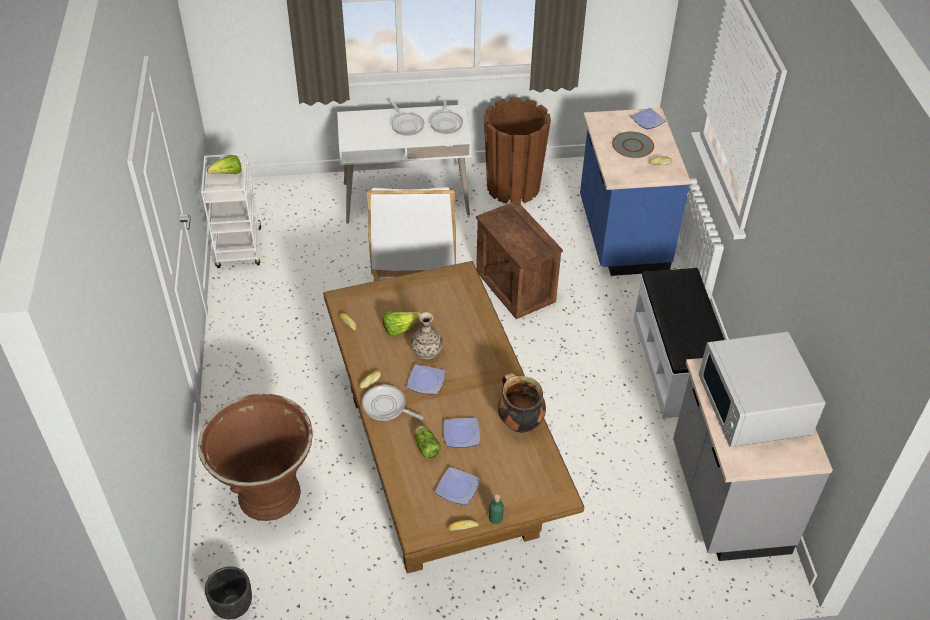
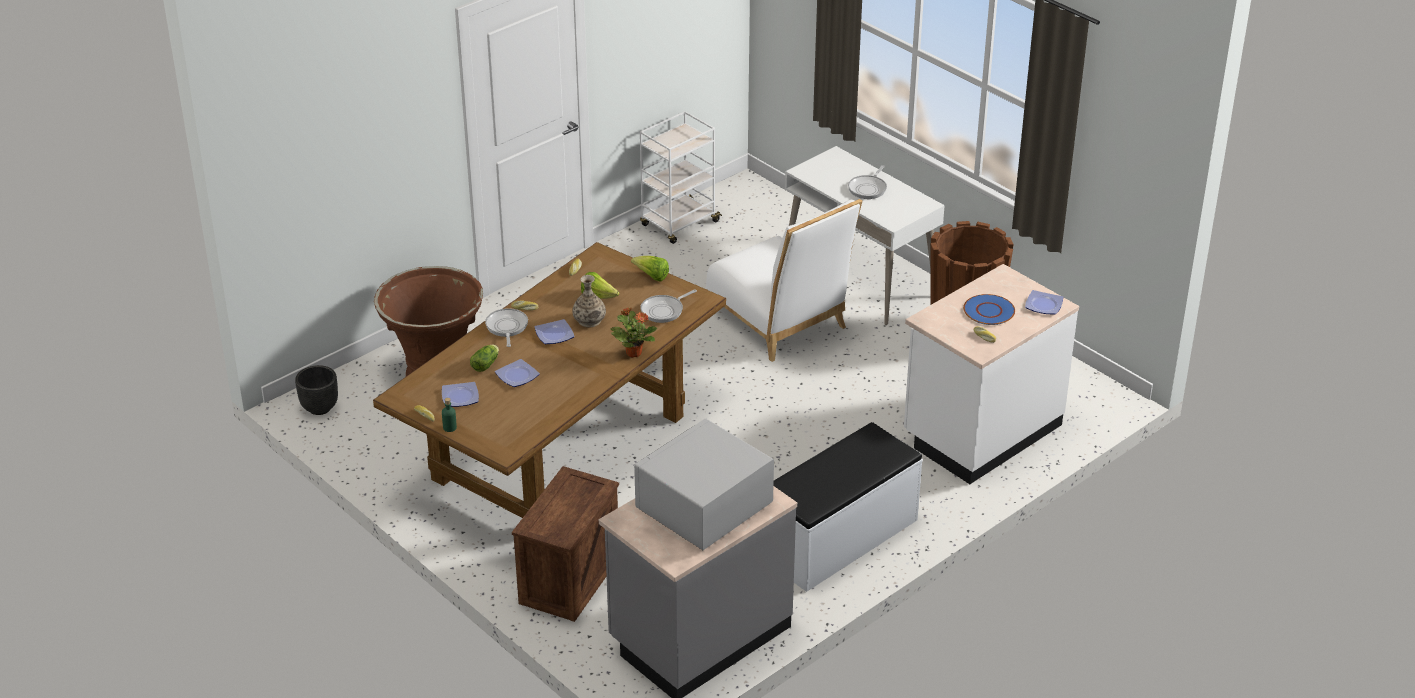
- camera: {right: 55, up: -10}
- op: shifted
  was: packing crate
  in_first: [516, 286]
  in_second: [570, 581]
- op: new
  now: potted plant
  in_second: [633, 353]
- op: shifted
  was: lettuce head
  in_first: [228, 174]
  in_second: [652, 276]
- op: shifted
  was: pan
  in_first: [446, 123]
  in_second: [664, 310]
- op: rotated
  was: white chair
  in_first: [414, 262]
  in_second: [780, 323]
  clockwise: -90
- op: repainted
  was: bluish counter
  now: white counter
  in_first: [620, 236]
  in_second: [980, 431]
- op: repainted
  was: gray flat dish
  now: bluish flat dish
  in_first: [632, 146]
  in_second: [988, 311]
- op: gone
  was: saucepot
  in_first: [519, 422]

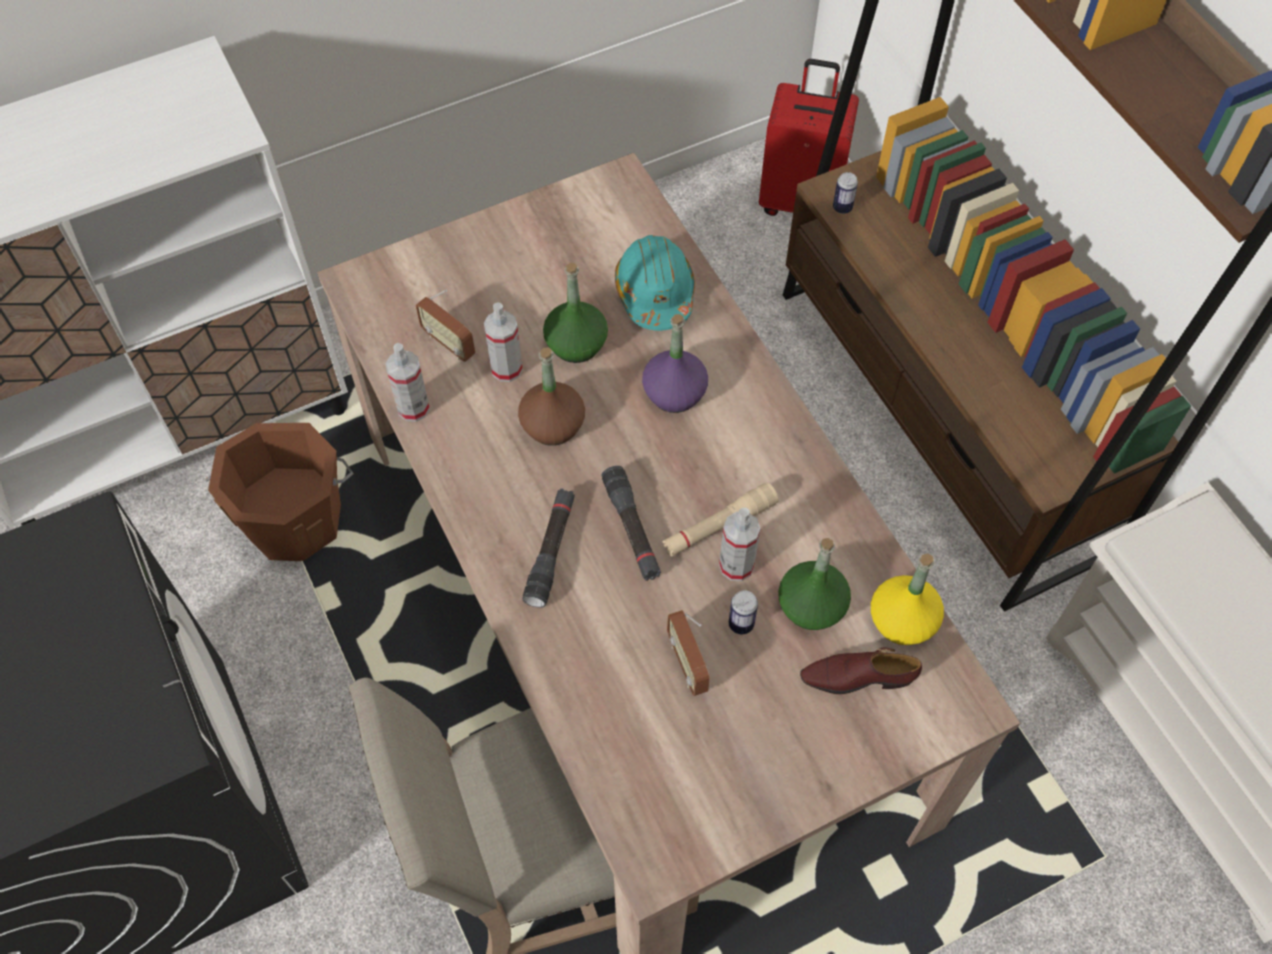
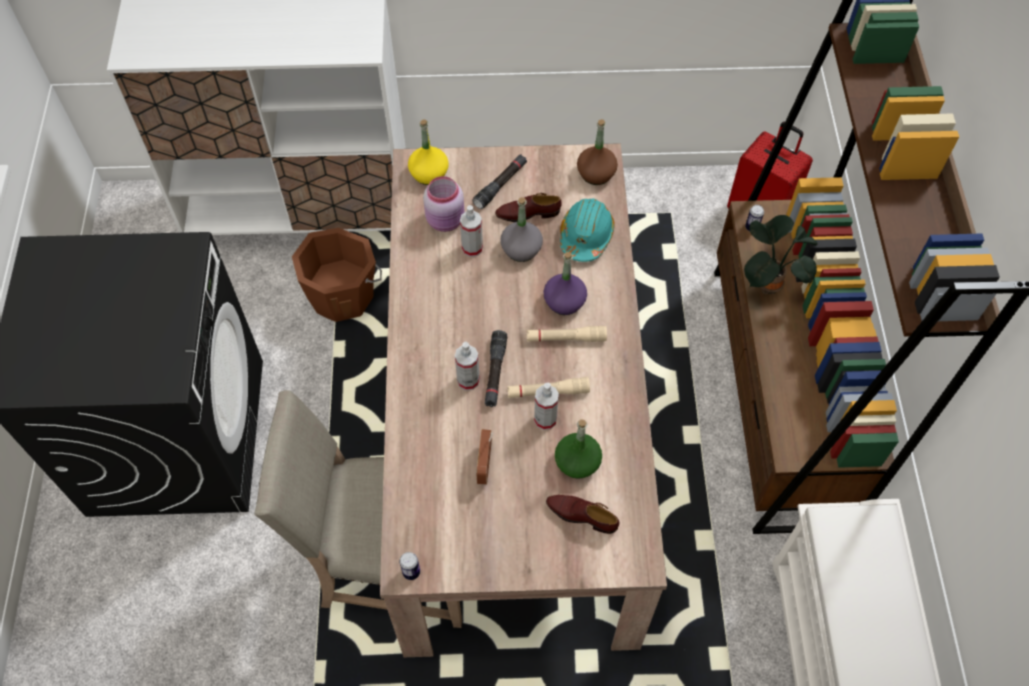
- camera: {right: 25, up: 0}
- op: shifted
  was: metal can
  in_first: [741, 624]
  in_second: [411, 572]
- op: shifted
  was: yellow bottle
  in_first: [902, 621]
  in_second: [428, 173]
- op: swapped
  was: radio
  now: pink jar
  in_first: [449, 344]
  in_second: [446, 220]
- op: shifted
  was: spray bottle
  in_first: [413, 408]
  in_second: [468, 380]
- op: shifted
  was: black-coloured flashlight
  in_first: [551, 551]
  in_second: [500, 185]
- op: new
  now: brownish shoe
  in_second: [528, 213]
- op: repainted
  was: green bottle
  now: gray bottle
  in_first: [576, 344]
  in_second: [521, 249]
- op: new
  now: sand-coloured flashlight
  in_second: [566, 338]
- op: shifted
  was: brownish bottle
  in_first: [552, 425]
  in_second: [596, 173]
- op: new
  now: potted plant
  in_second: [767, 283]

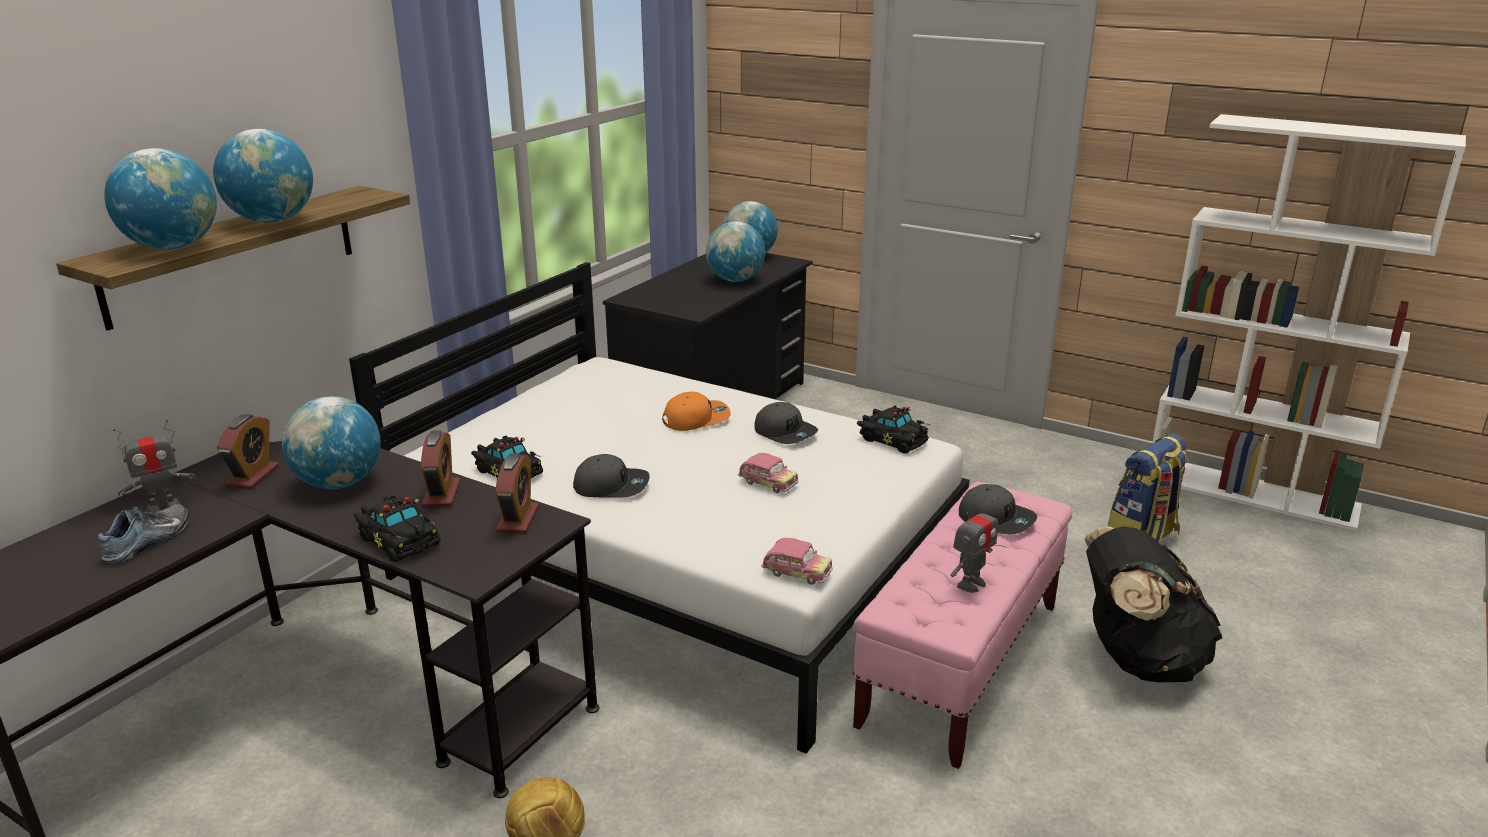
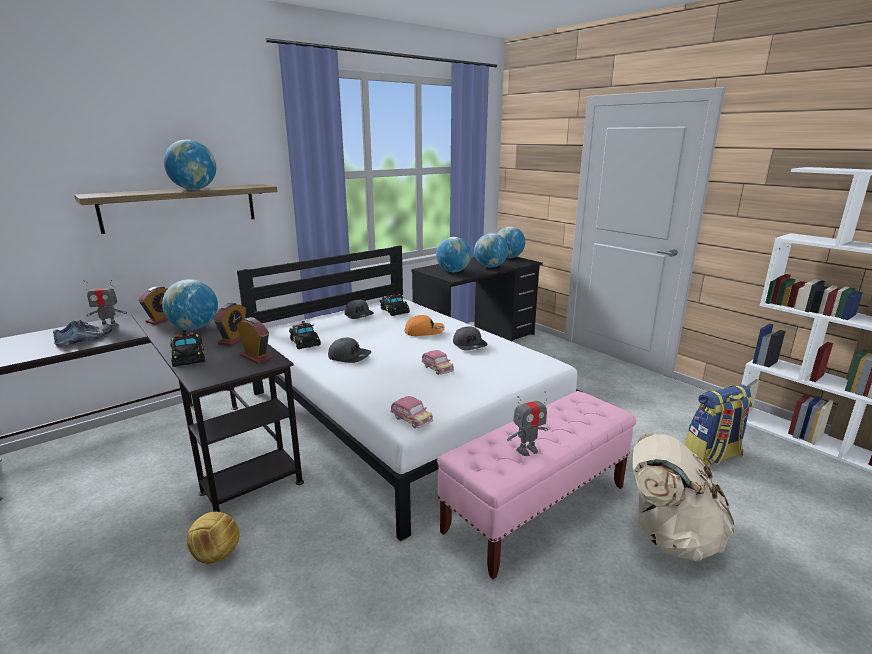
- camera: {right: 20, up: -5}
- op: rotated
  was: table clock
  in_first: [518, 519]
  in_second: [256, 357]
  clockwise: -75
- op: shifted
  was: gray cap
  in_first: [996, 519]
  in_second: [359, 315]
- op: shifted
  was: black-coloured model car
  in_first: [892, 439]
  in_second: [394, 310]
- op: shifted
  was: world globe
  in_first: [172, 248]
  in_second: [453, 271]
- op: repainted
  was: black-coloured knapsack
  now: sand-coloured knapsack
  in_first: [1137, 660]
  in_second: [669, 536]

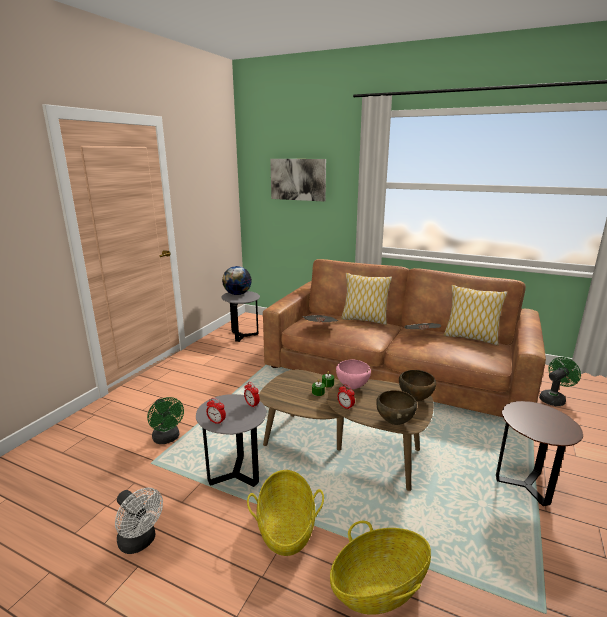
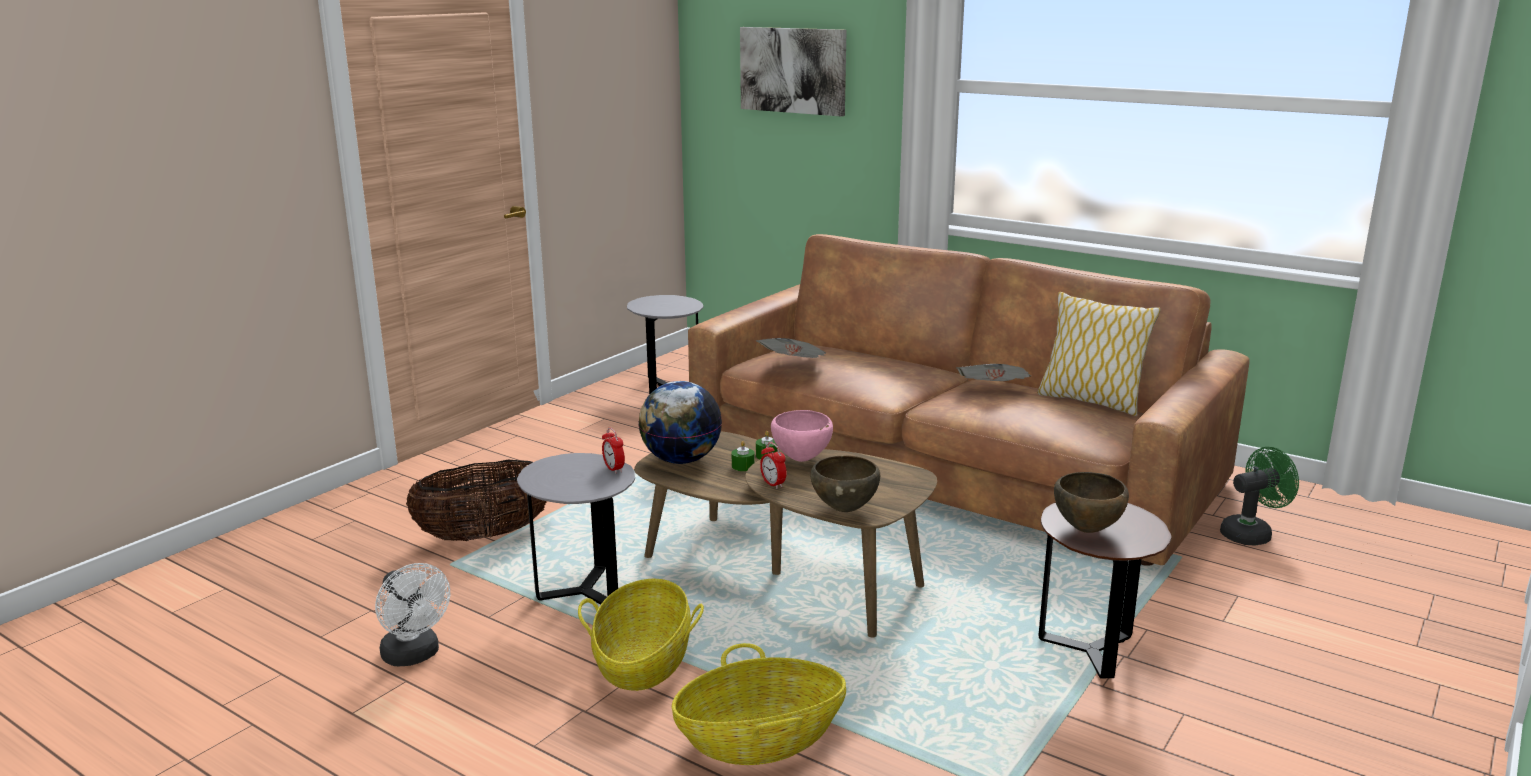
- camera: {right: 10, up: 0}
- op: swapped
  was: green cooling fan
  now: household basket
  in_first: [167, 439]
  in_second: [485, 535]
- op: shifted
  was: world globe
  in_first: [237, 294]
  in_second: [681, 460]
- op: shifted
  was: brownish bowl
  in_first: [415, 399]
  in_second: [1088, 530]
- op: gone
  was: table clock
  in_first: [216, 422]
- op: gone
  was: cushion
  in_first: [364, 320]

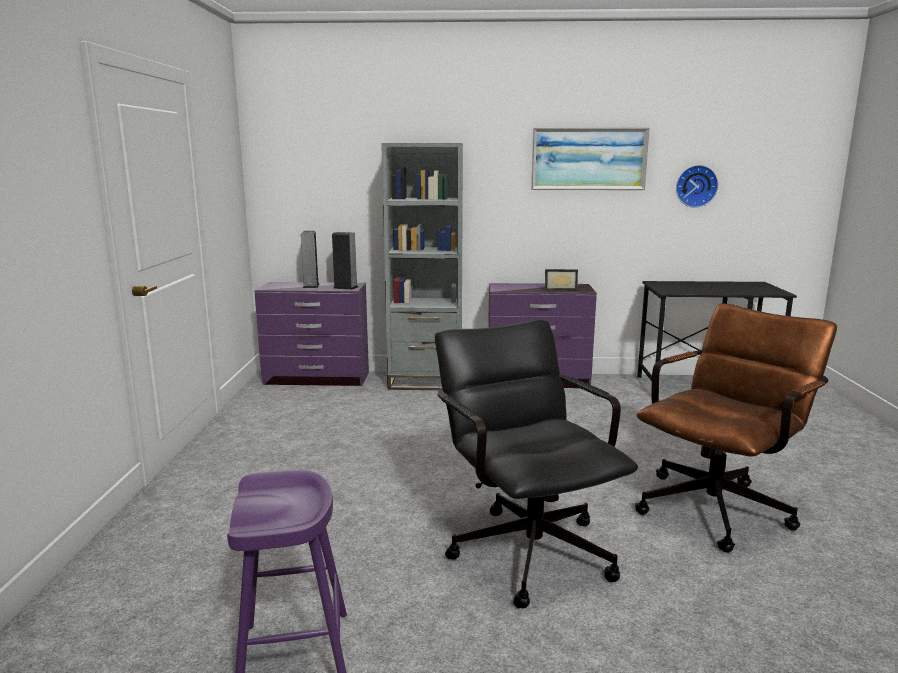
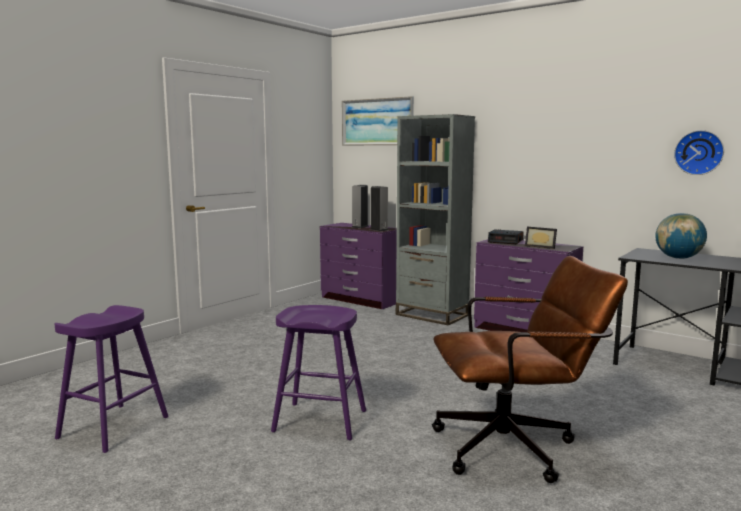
- camera: {right: 35, up: -5}
- op: swapped
  was: black-coloured computer chair
  now: purplish stool seat
  in_first: [525, 545]
  in_second: [320, 421]
- op: shifted
  was: picture
  in_first: [588, 159]
  in_second: [377, 122]
- op: new
  now: table clock
  in_second: [506, 241]
- op: new
  now: world globe
  in_second: [678, 258]

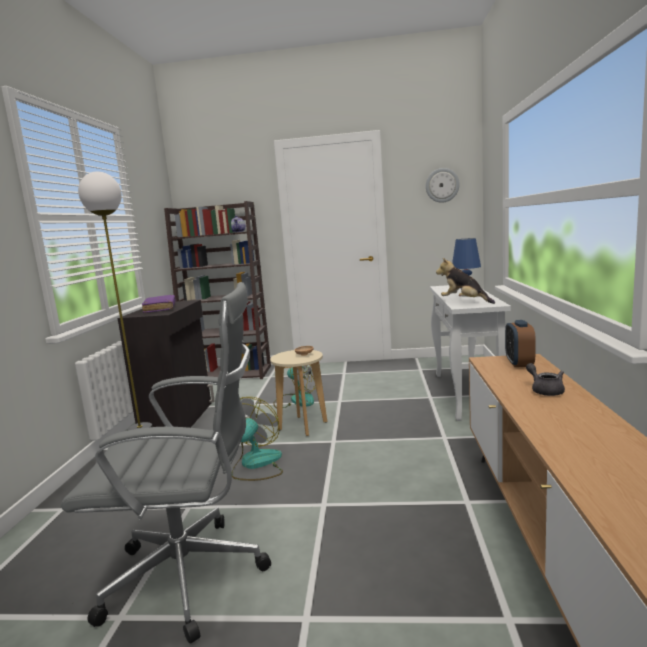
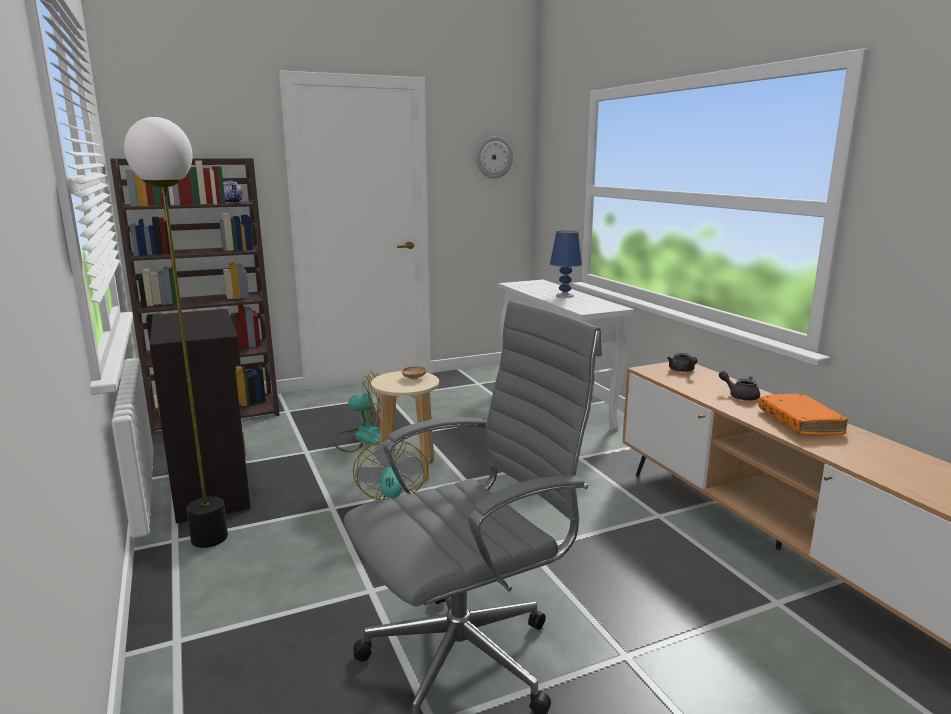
- camera: {right: -30, up: 5}
- op: swapped
  was: table clock
  now: gray pot for tea
  in_first: [519, 363]
  in_second: [682, 371]
- op: new
  now: orangey bound book
  in_second: [799, 422]
- op: gone
  was: purplish bound book
  in_first: [160, 308]
- op: gone
  was: soft toy
  in_first: [464, 302]

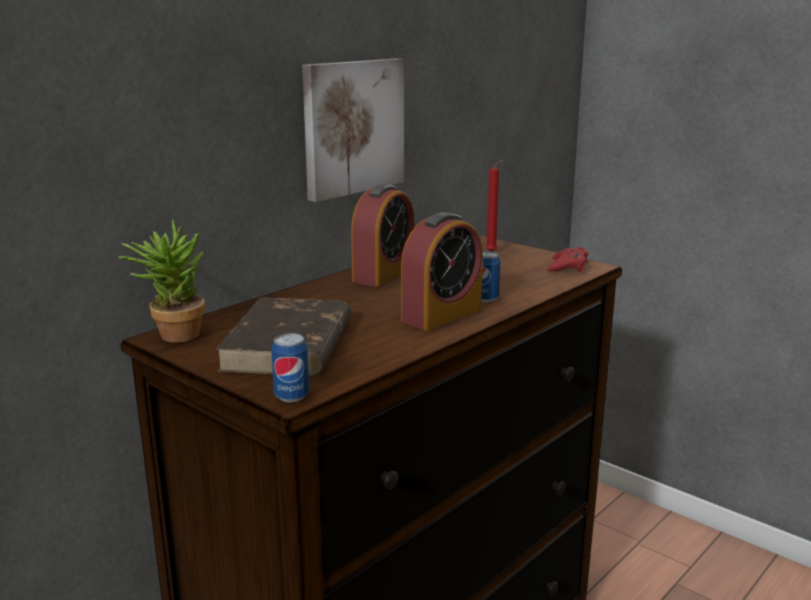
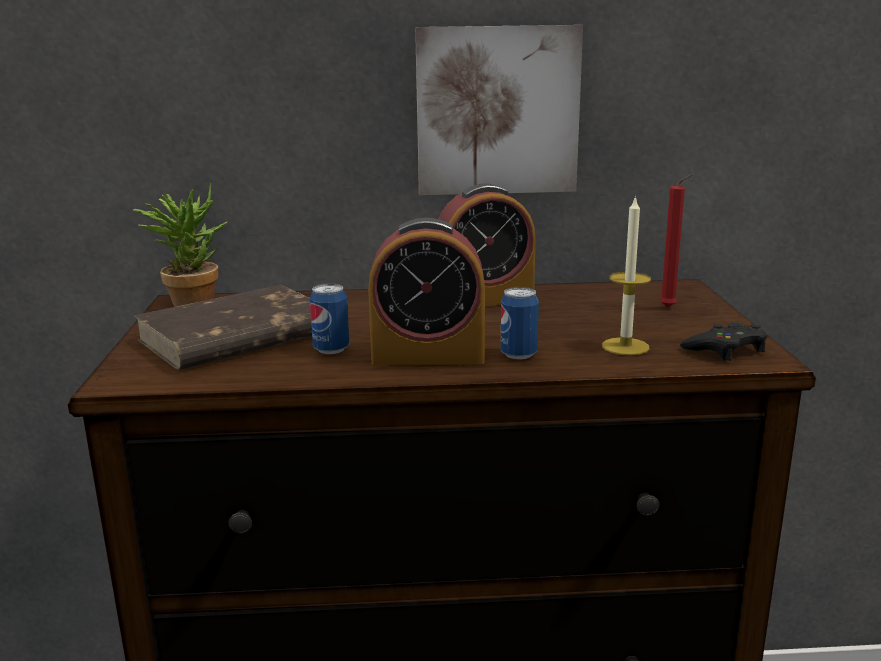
- camera: {right: 45, up: 0}
- op: shifted
  was: metal can
  in_first: [292, 396]
  in_second: [331, 349]
- op: new
  now: wax candle
  in_second: [625, 346]
- op: repainted
  was: red-coloured game controller
  now: black-coloured game controller
  in_first: [568, 266]
  in_second: [726, 349]

